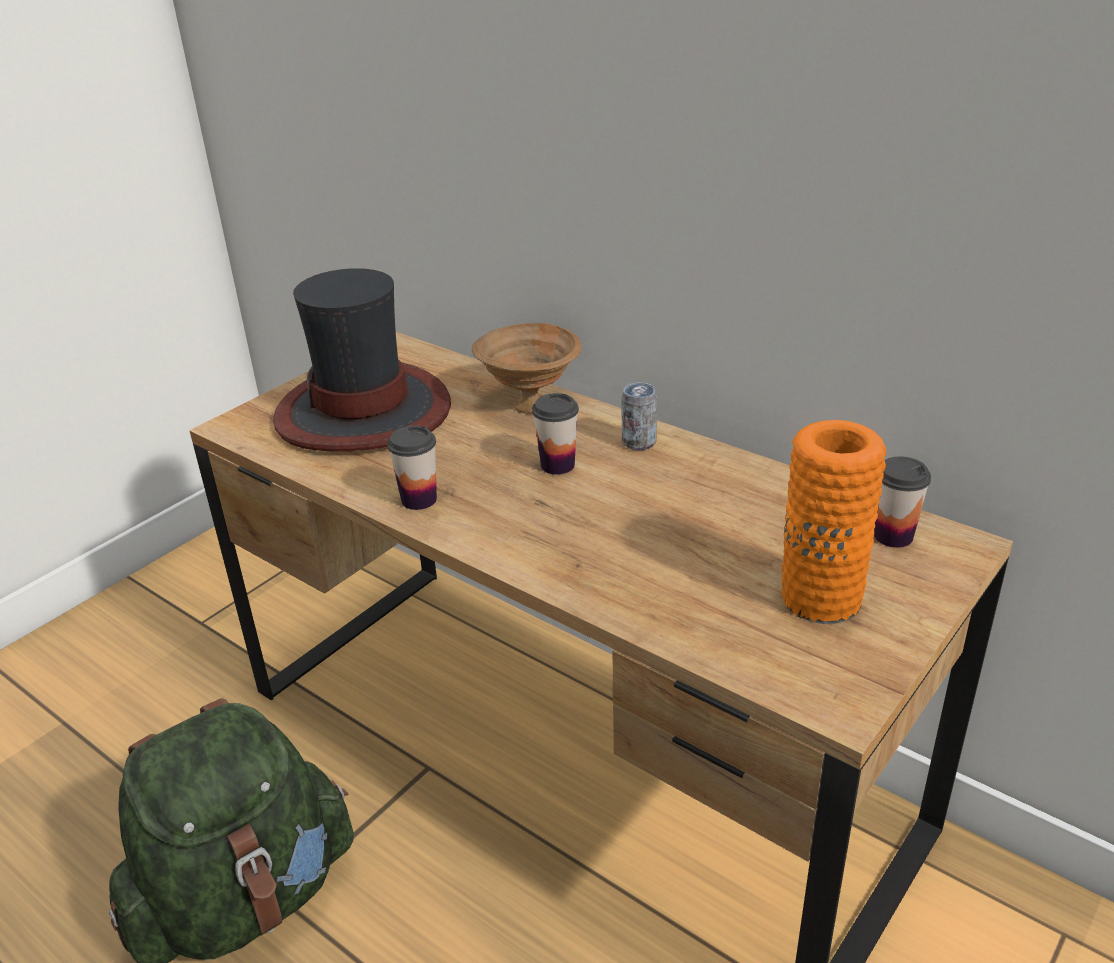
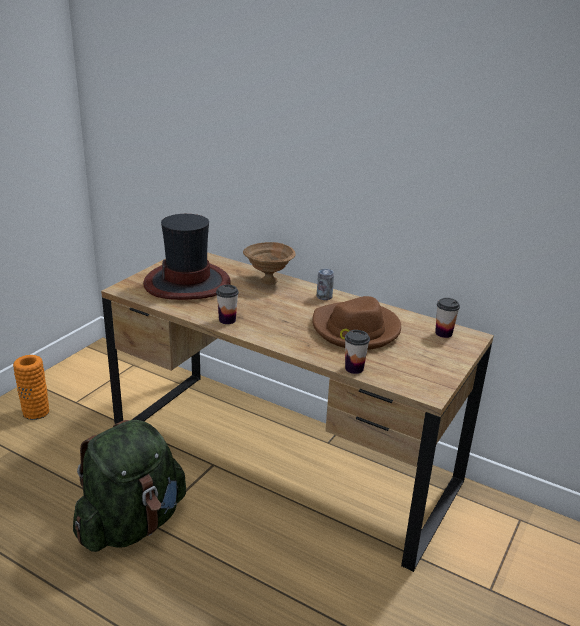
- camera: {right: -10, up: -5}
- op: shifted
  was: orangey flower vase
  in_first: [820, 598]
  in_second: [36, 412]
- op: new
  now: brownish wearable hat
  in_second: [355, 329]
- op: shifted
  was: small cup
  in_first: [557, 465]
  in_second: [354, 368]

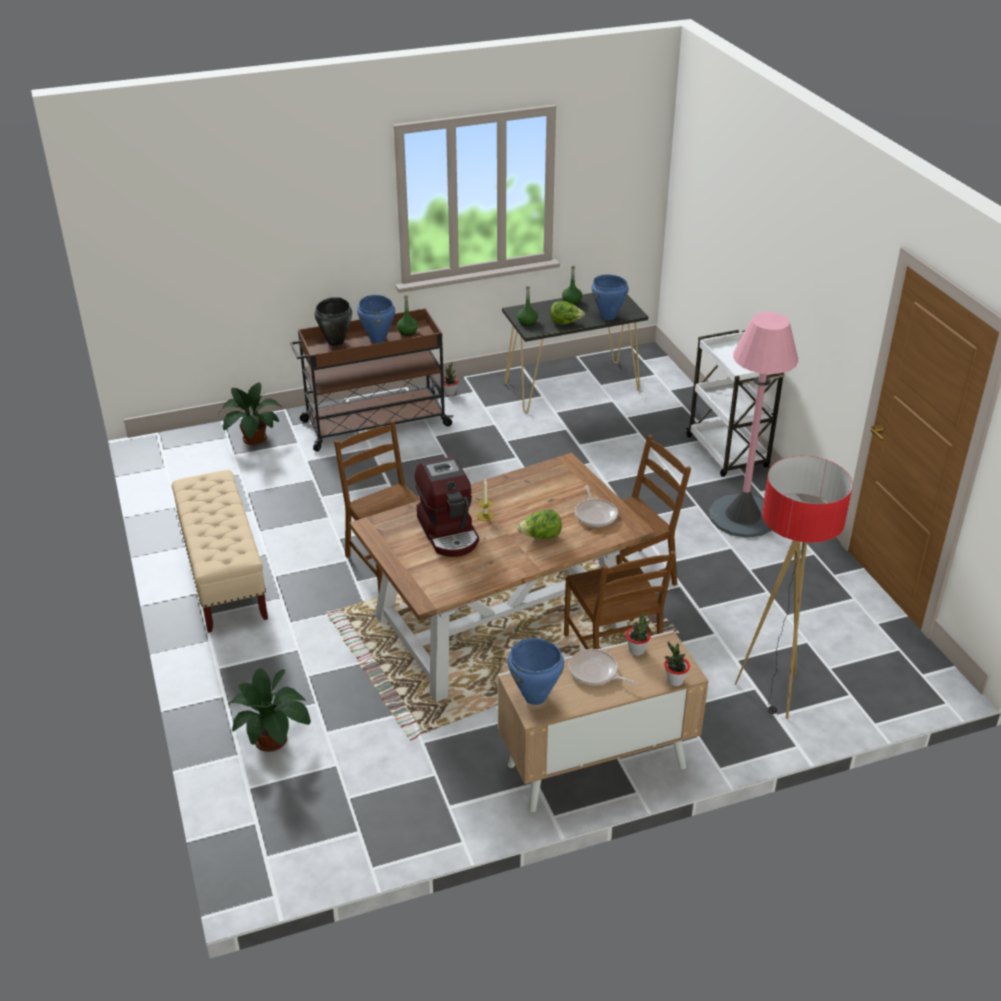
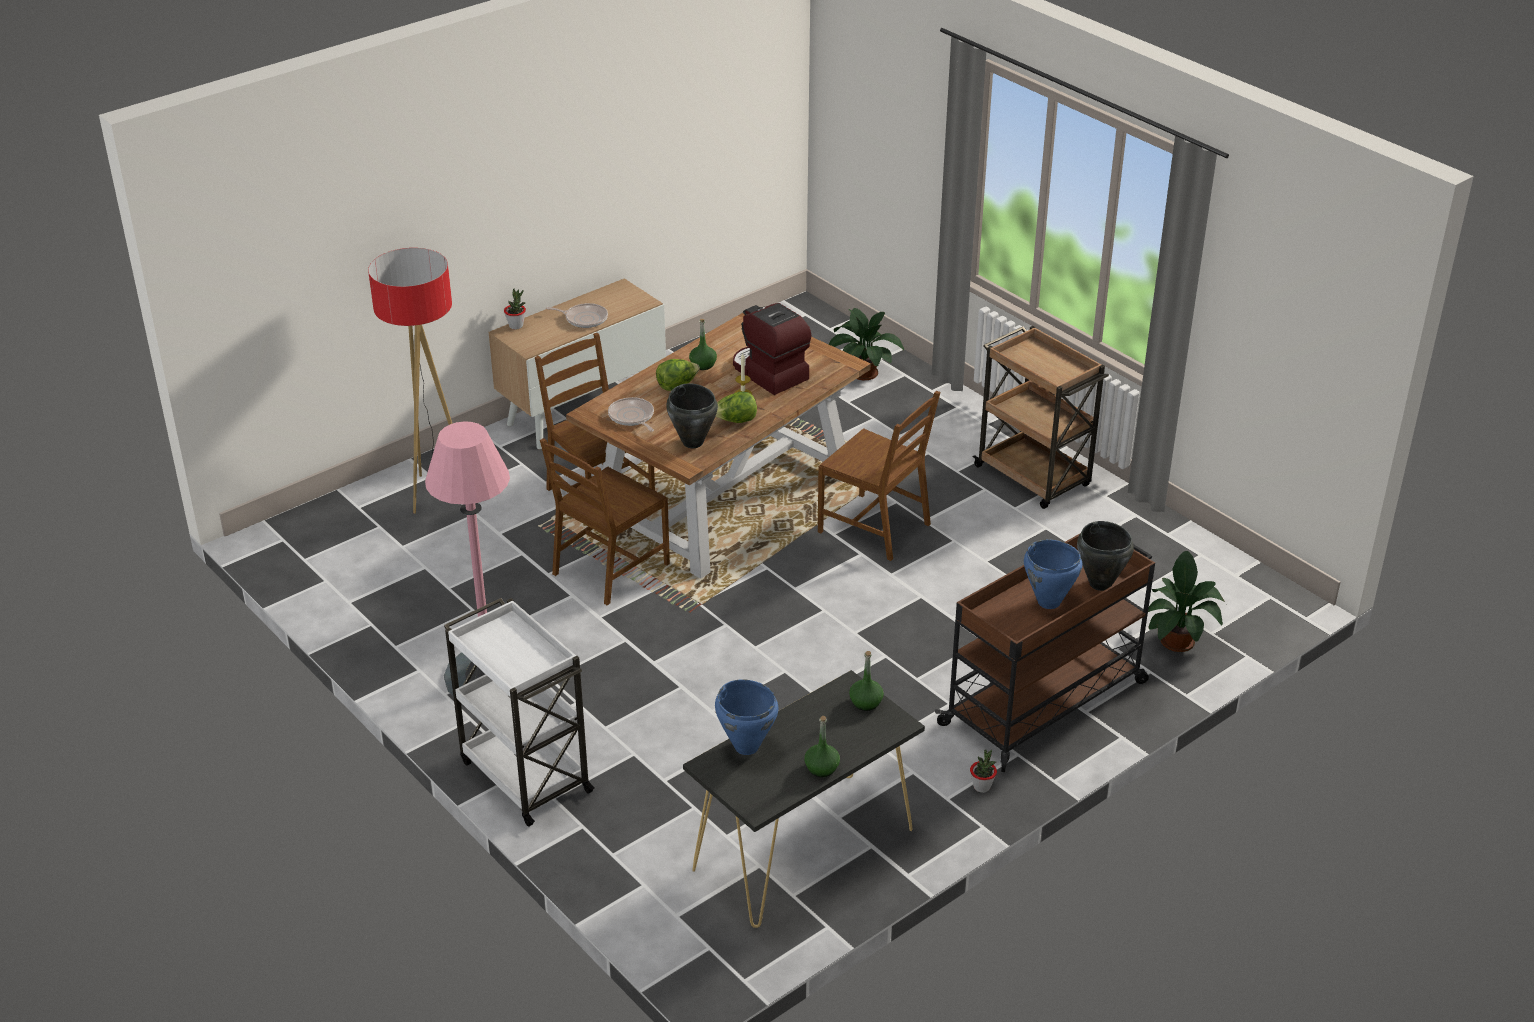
- camera: {right: 160, up: 0}
- op: new
  now: black-coloured saucepot
  in_second: [693, 442]
- op: shifted
  was: green bottle
  in_first: [407, 332]
  in_second: [703, 364]
- op: shifted
  was: lettuce head
  in_first: [565, 323]
  in_second: [735, 421]
- op: swapped
  was: sand-coloured long seat
  now: brownish cart
  in_first: [224, 576]
  in_second: [1034, 477]
- op: gone
  was: bluish saucepot
  in_first: [535, 697]
- op: gone
  was: potted plant
  in_first: [637, 650]

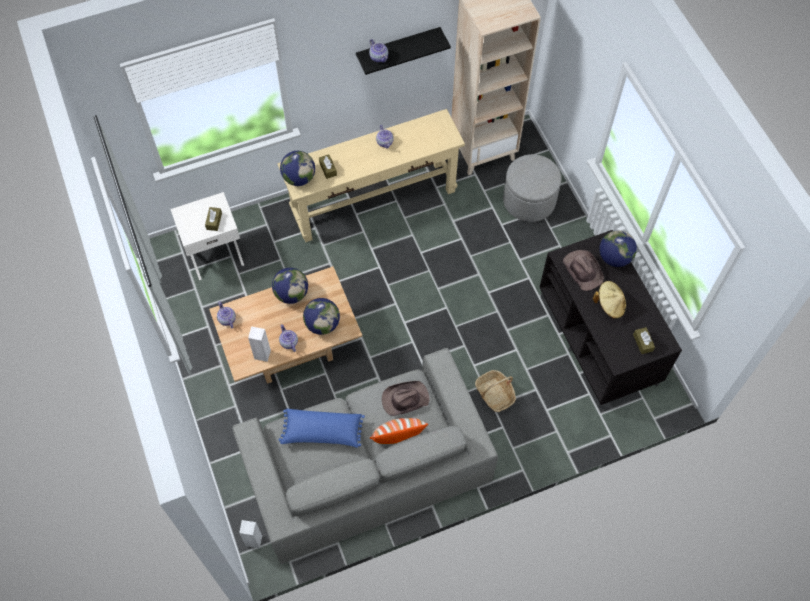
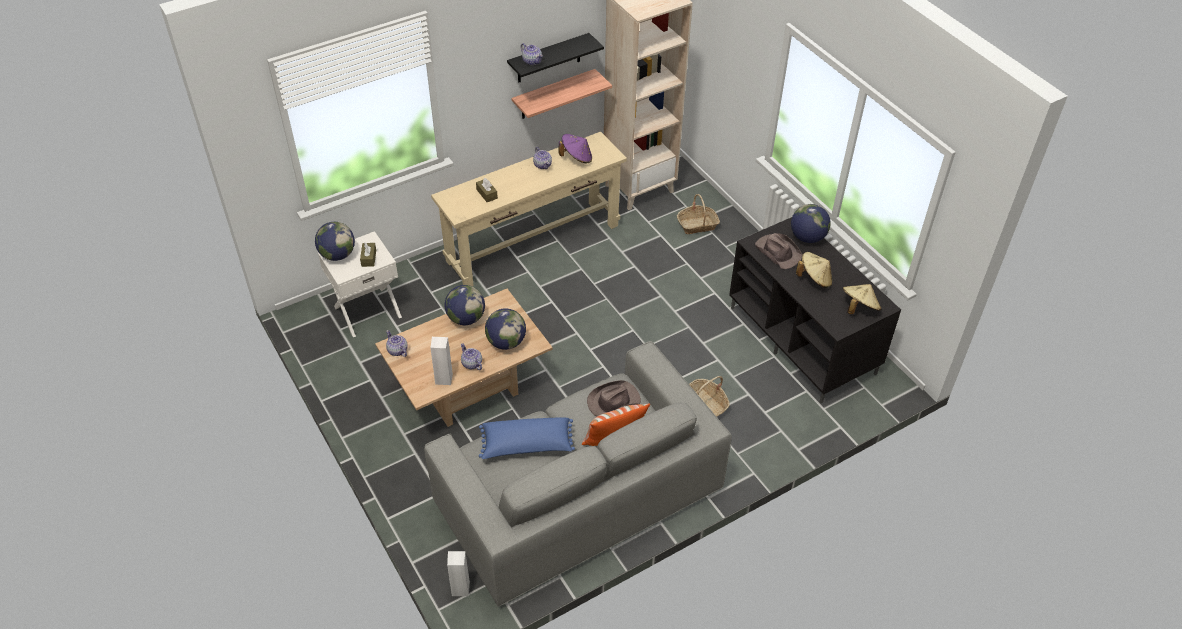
- camera: {right: -10, up: -15}
- op: shifted
  was: world globe
  in_first: [299, 178]
  in_second: [337, 255]
- op: new
  now: shelf
  in_second: [554, 95]
- op: new
  now: purplish wearable hat
  in_second: [576, 158]
- op: swapped
  was: gray ottoman
  now: household basket
  in_first: [529, 200]
  in_second: [697, 225]
- op: swapped
  was: brownish tissue box
  now: sand-coloured wearable hat
  in_first: [642, 342]
  in_second: [858, 308]

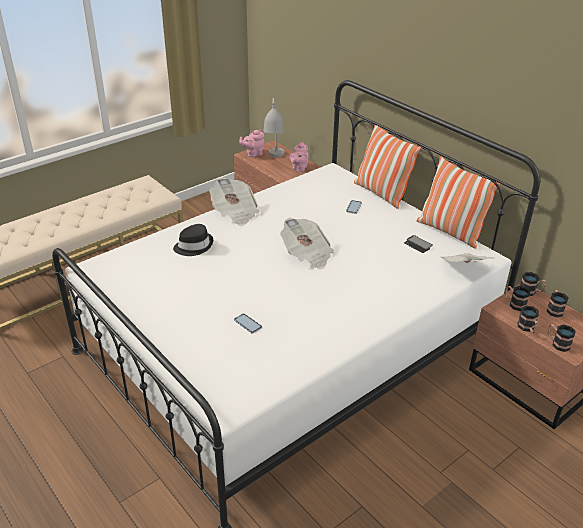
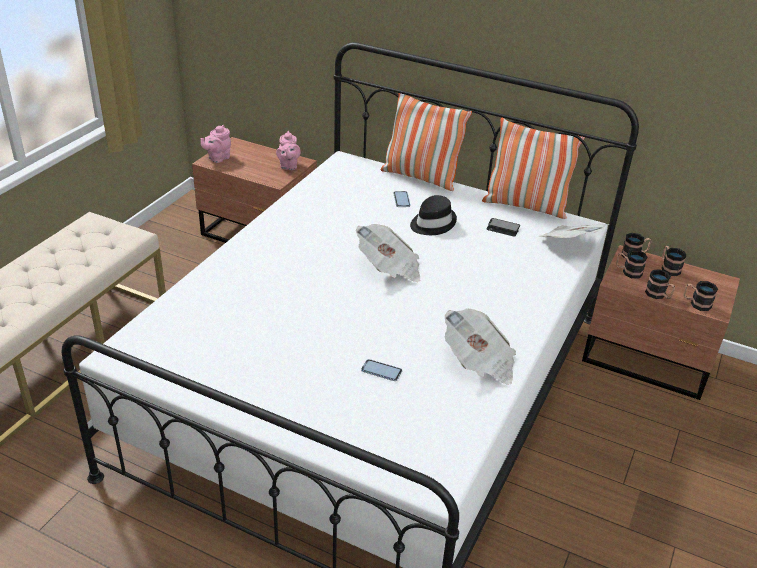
- camera: {right: -25, up: 0}
- op: shifted
  was: black-coloured wearable hat
  in_first: [194, 246]
  in_second: [432, 223]
- op: shifted
  was: daily paper
  in_first: [235, 213]
  in_second: [479, 362]
- op: gone
  was: gray table lamp
  in_first: [275, 161]

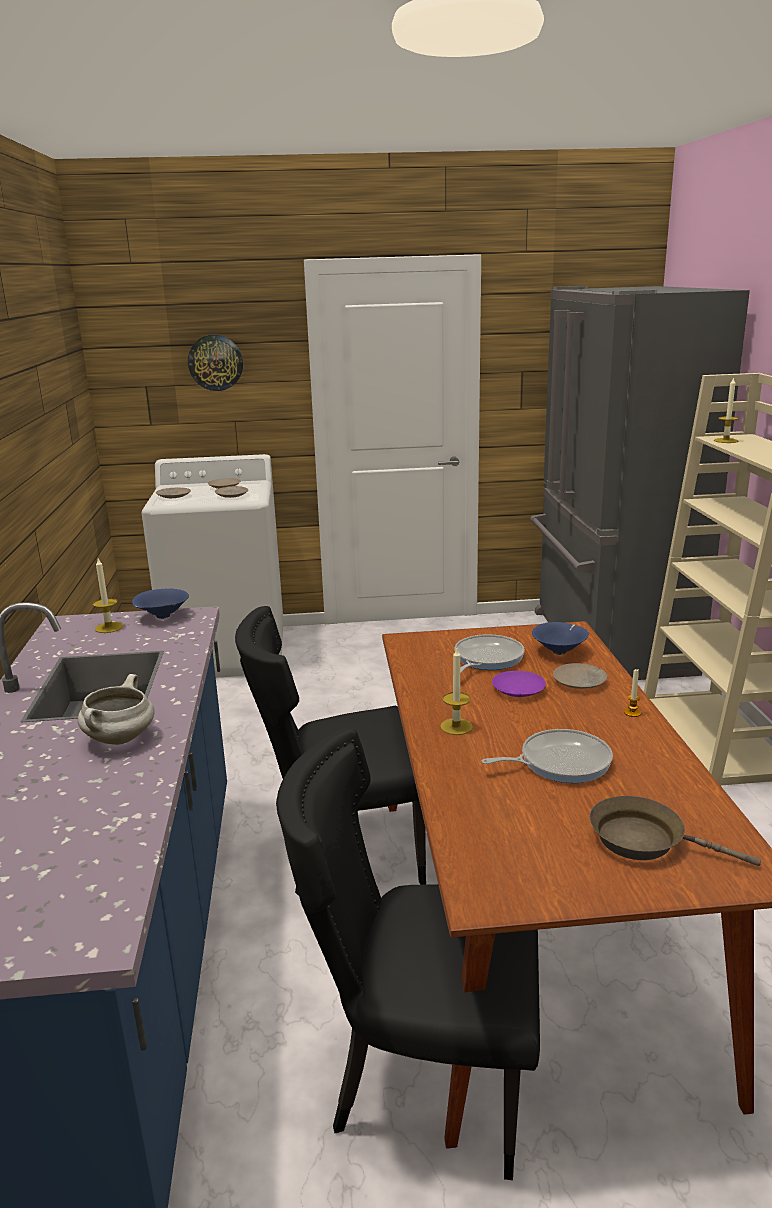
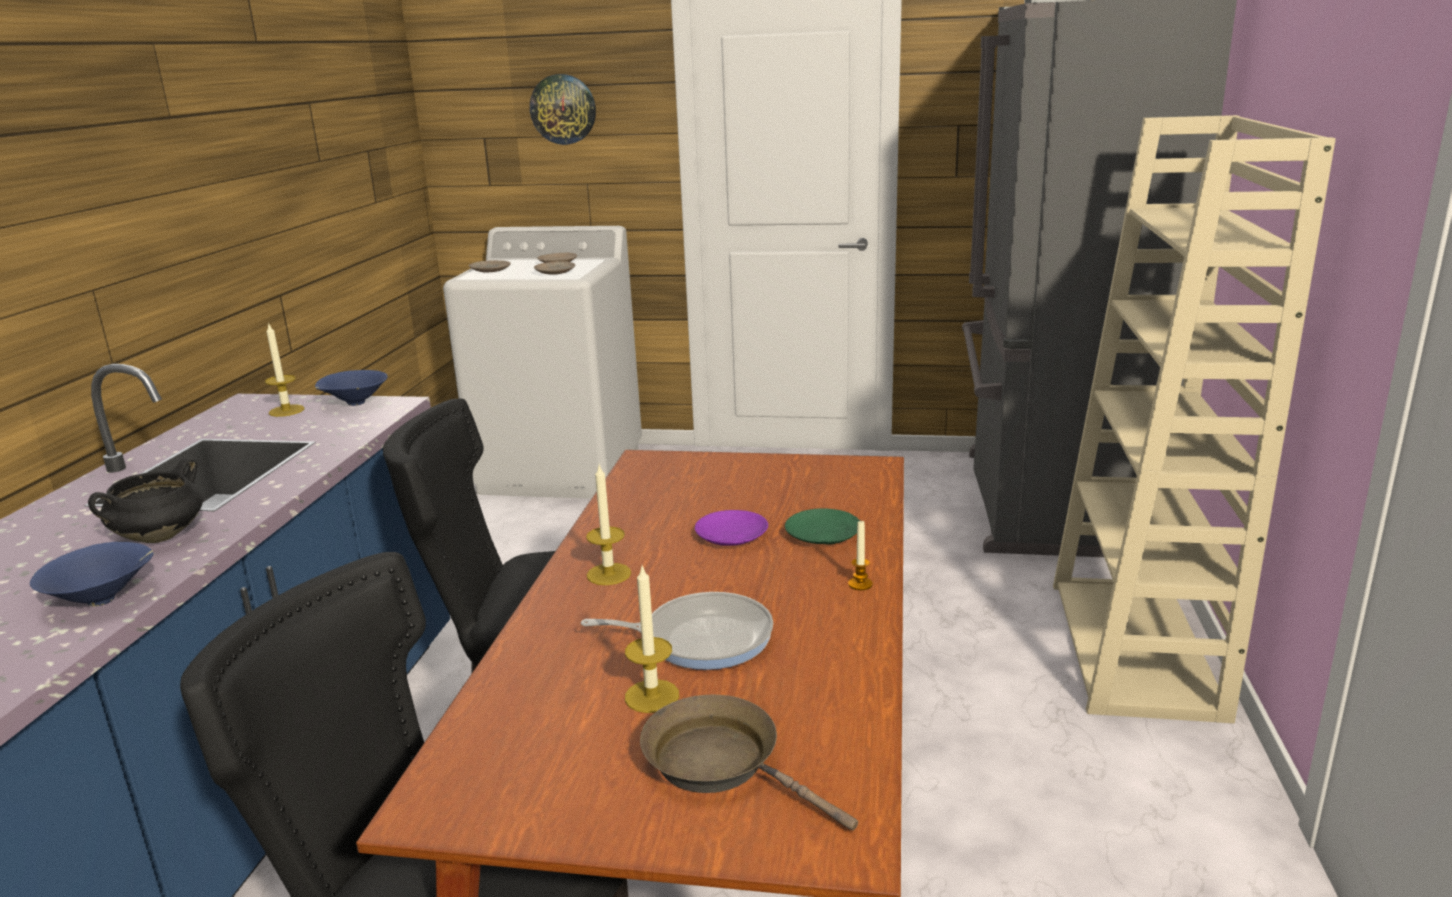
- camera: {right: 15, up: 0}
- op: shifted
  was: bluish bowl
  in_first: [560, 651]
  in_second: [104, 600]
- op: repainted
  was: white saucepot
  now: black-coloured saucepot
  in_first: [120, 740]
  in_second: [159, 538]
- op: shifted
  was: wax candle
  in_first: [726, 440]
  in_second: [652, 696]
- op: repainted
  was: sand-coloured flat dish
  now: green flat dish
  in_first: [580, 682]
  in_second: [823, 535]
- op: gone
  was: pan
  in_first: [486, 659]

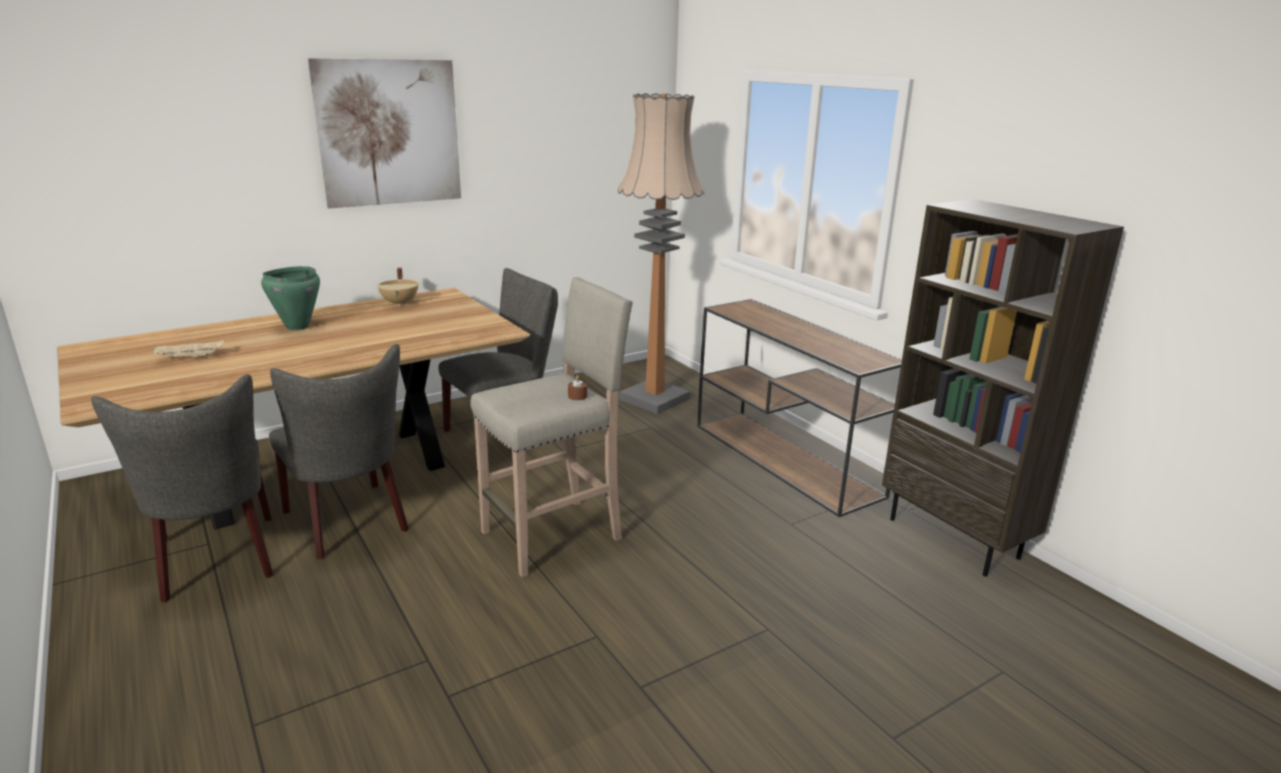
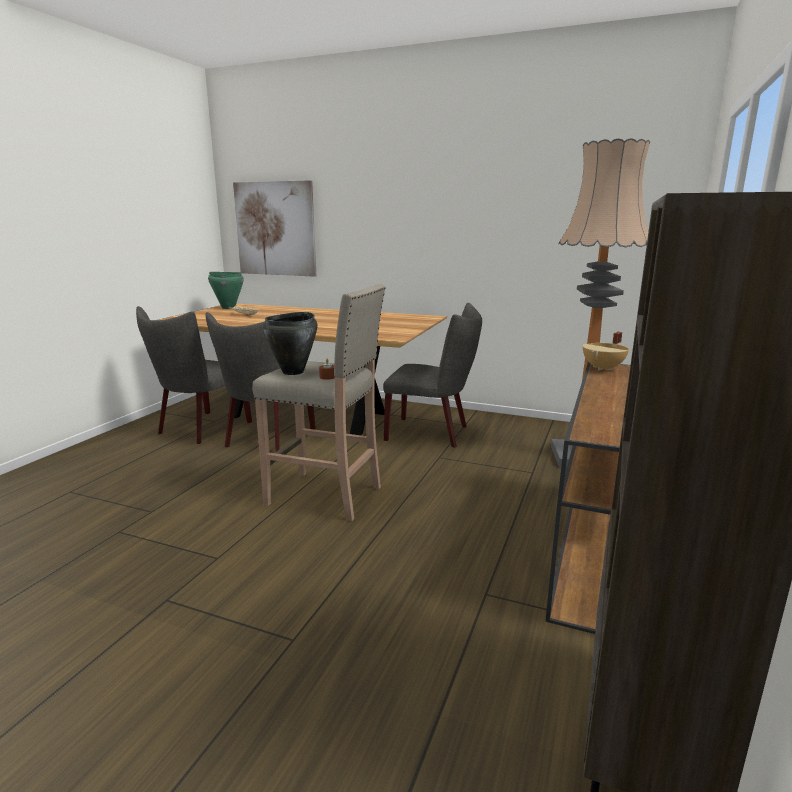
- camera: {right: 55, up: -5}
- op: shifted
  was: green saucepot
  in_first: [297, 327]
  in_second: [228, 307]
- op: shifted
  was: picture
  in_first: [389, 133]
  in_second: [275, 229]
- op: new
  now: black-coloured saucepot
  in_second: [293, 372]
- op: shifted
  was: sand-coloured saucepot
  in_first: [400, 303]
  in_second: [604, 368]

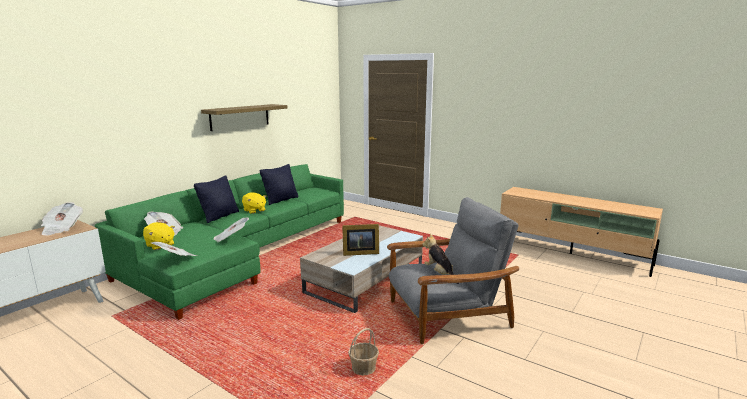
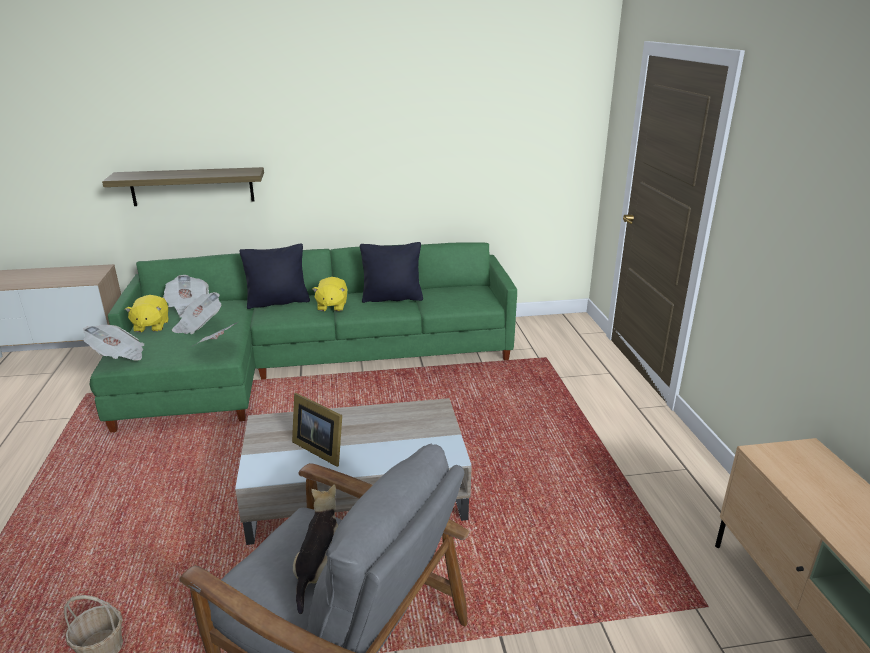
- camera: {right: 45, up: 10}
- op: shifted
  was: shelf
  in_first: [240, 117]
  in_second: [192, 186]
- op: shifted
  was: daily paper
  in_first: [62, 228]
  in_second: [198, 326]

